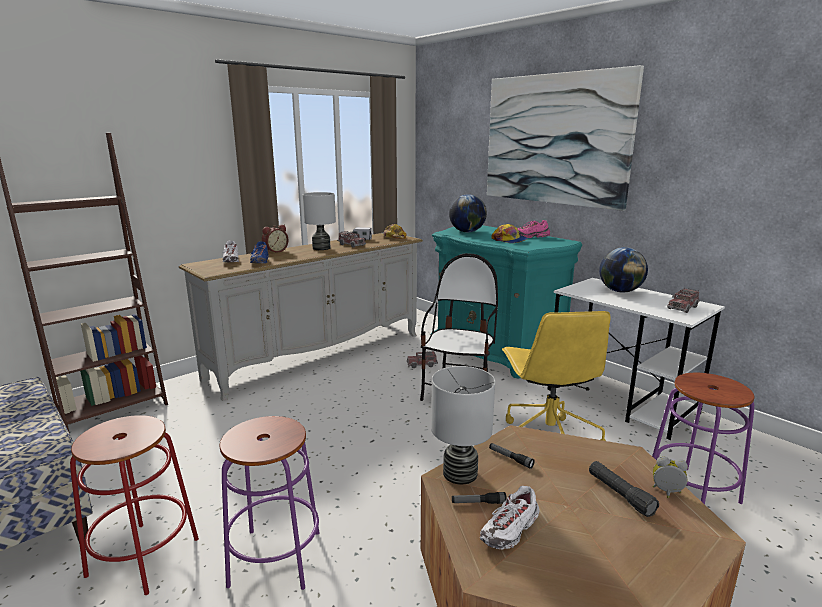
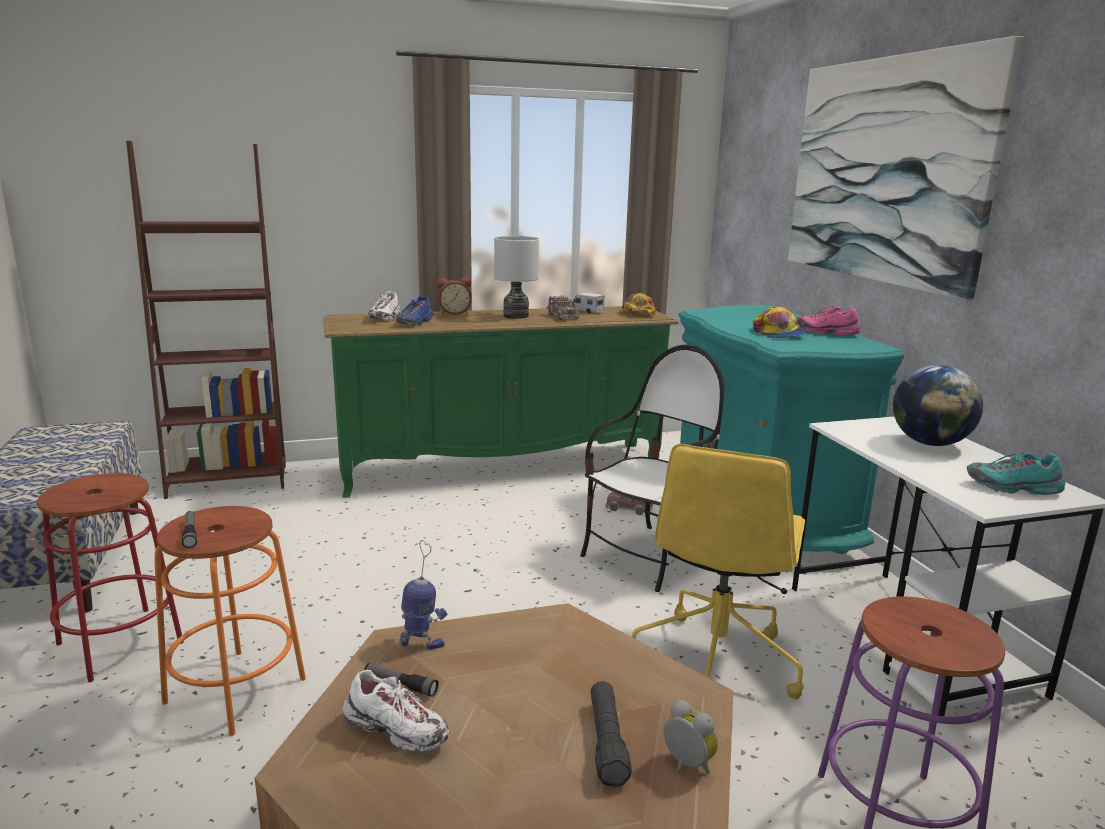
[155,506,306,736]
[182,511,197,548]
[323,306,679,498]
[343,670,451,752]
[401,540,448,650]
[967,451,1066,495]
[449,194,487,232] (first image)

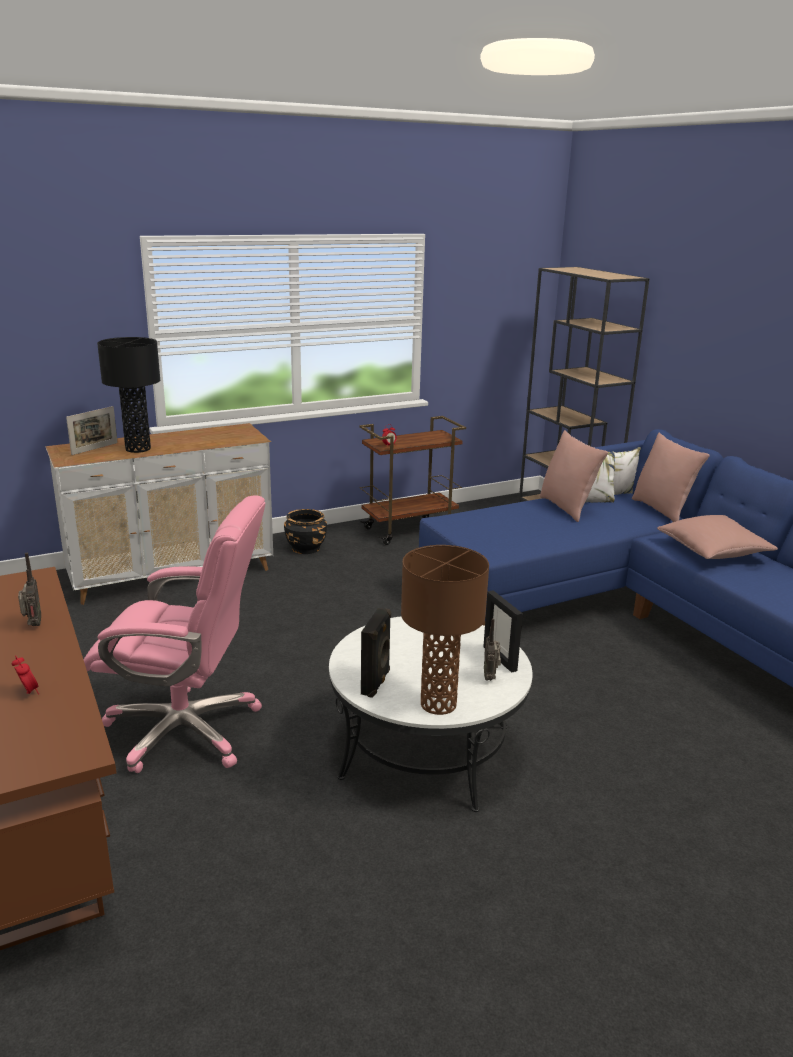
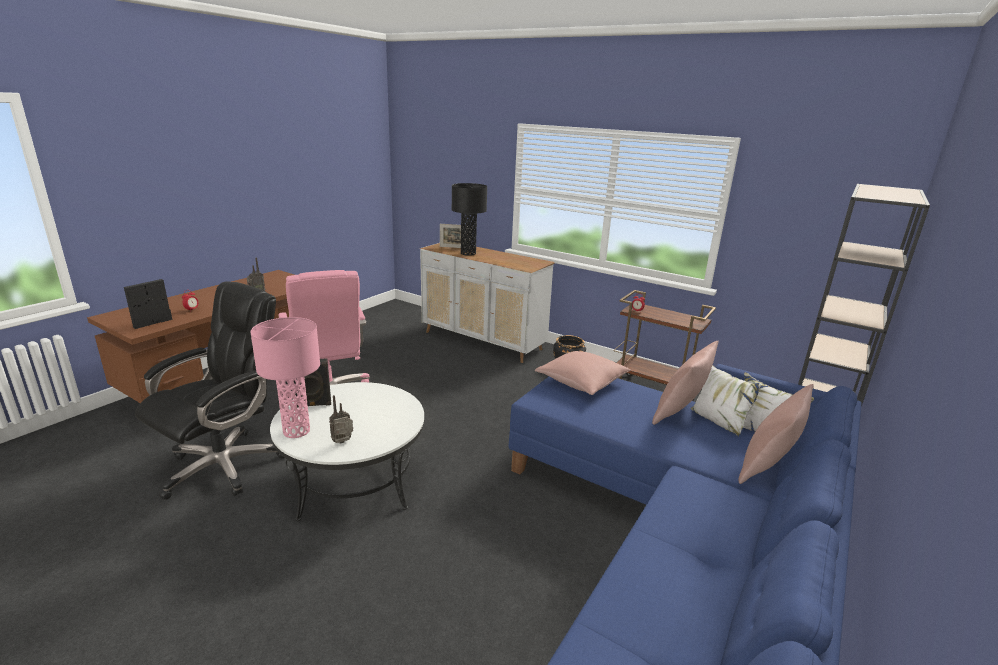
[124,279,172,329]
[135,281,284,500]
[251,317,320,438]
[535,351,631,395]

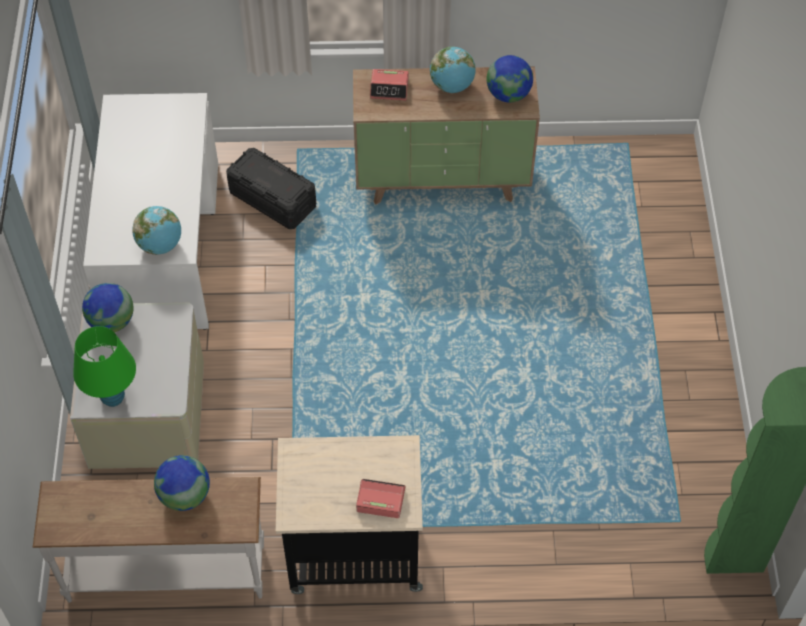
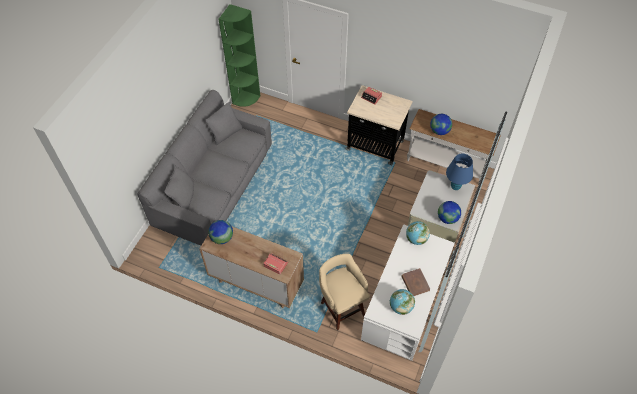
[138,90,272,246]
[319,254,370,330]
[390,289,415,315]
[401,268,430,296]
[446,154,473,190]

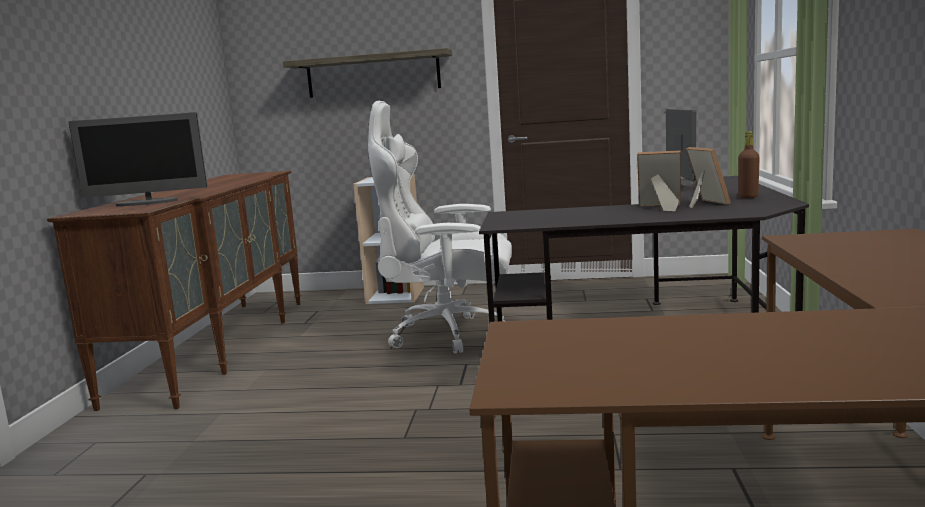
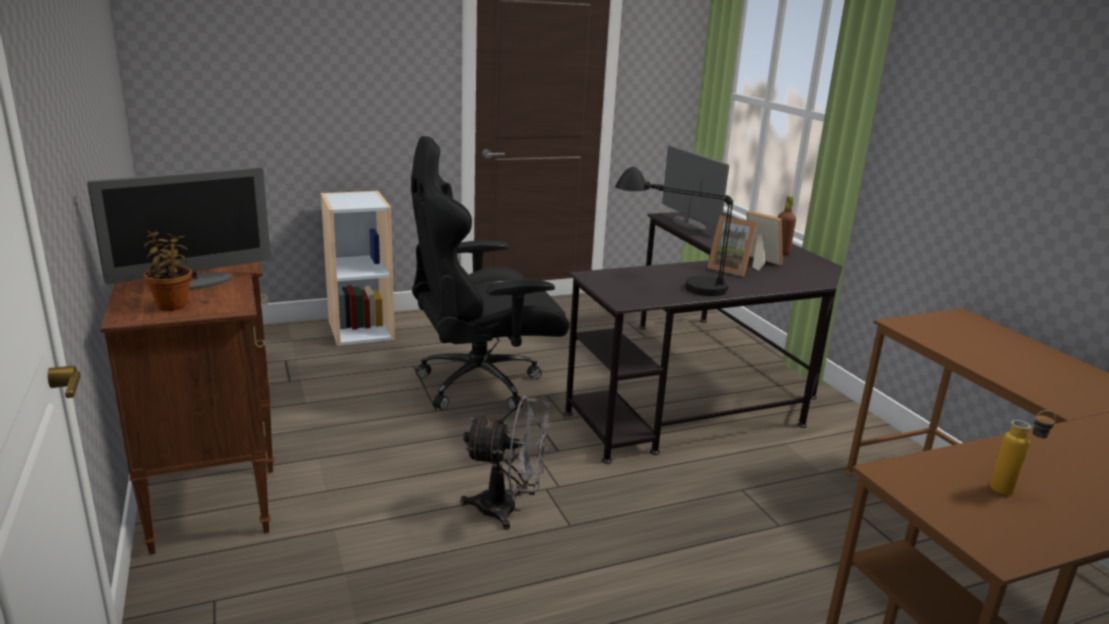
[144,231,192,311]
[411,136,569,410]
[460,396,550,530]
[615,167,734,296]
[707,215,758,276]
[989,410,1056,495]
[283,48,452,98] (first image)

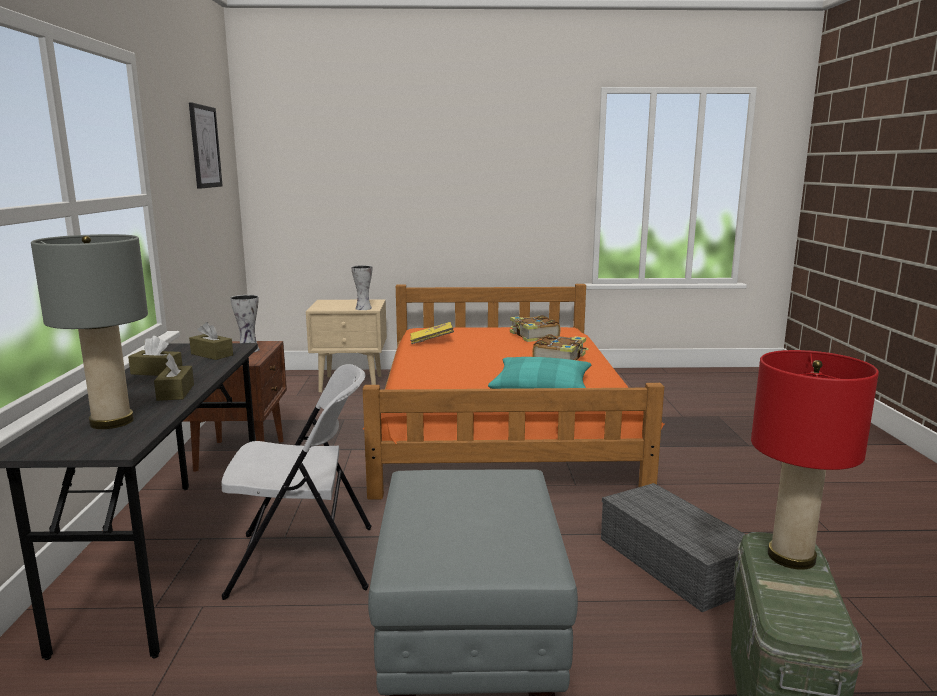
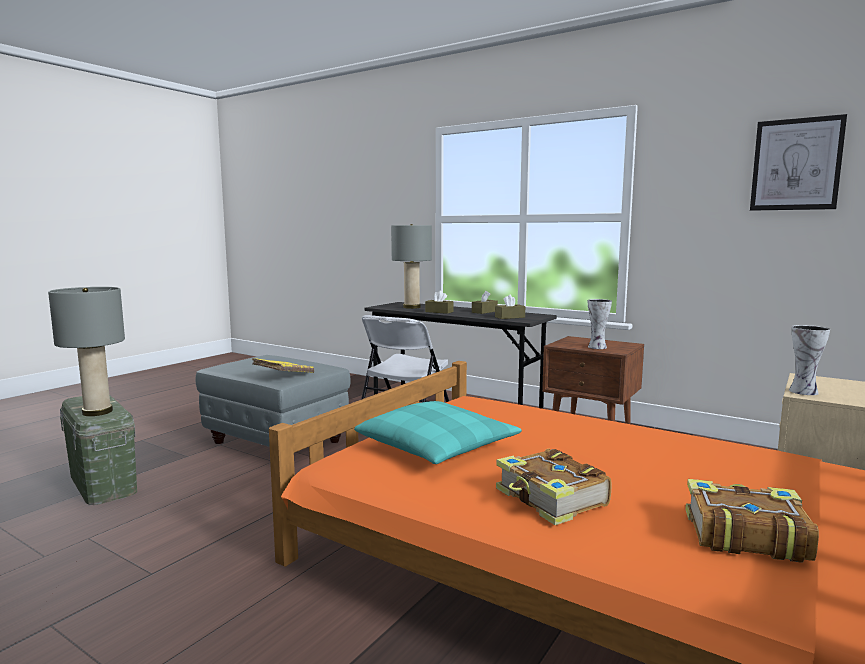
[48,287,125,416]
[252,358,314,373]
[601,483,746,612] (first image)

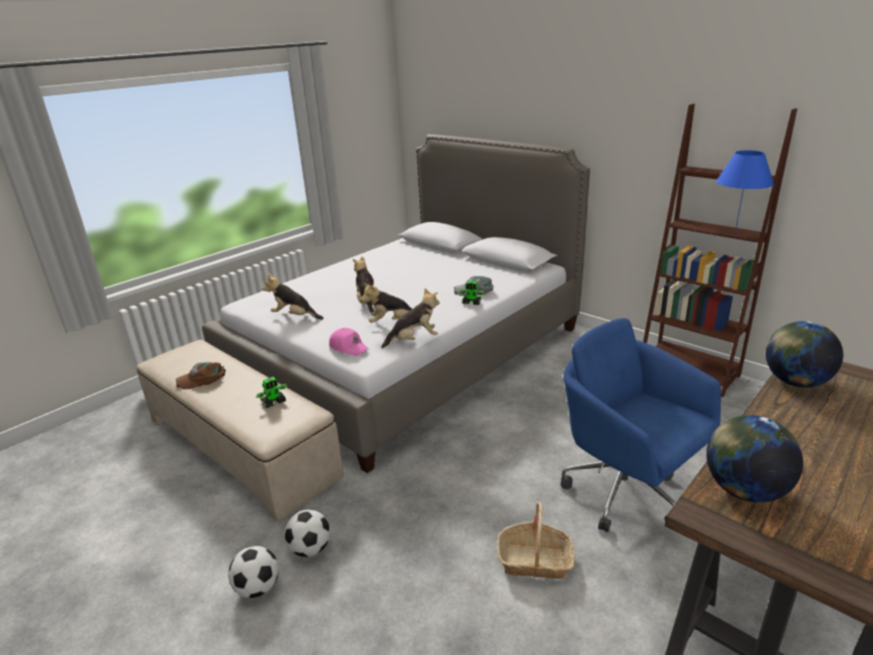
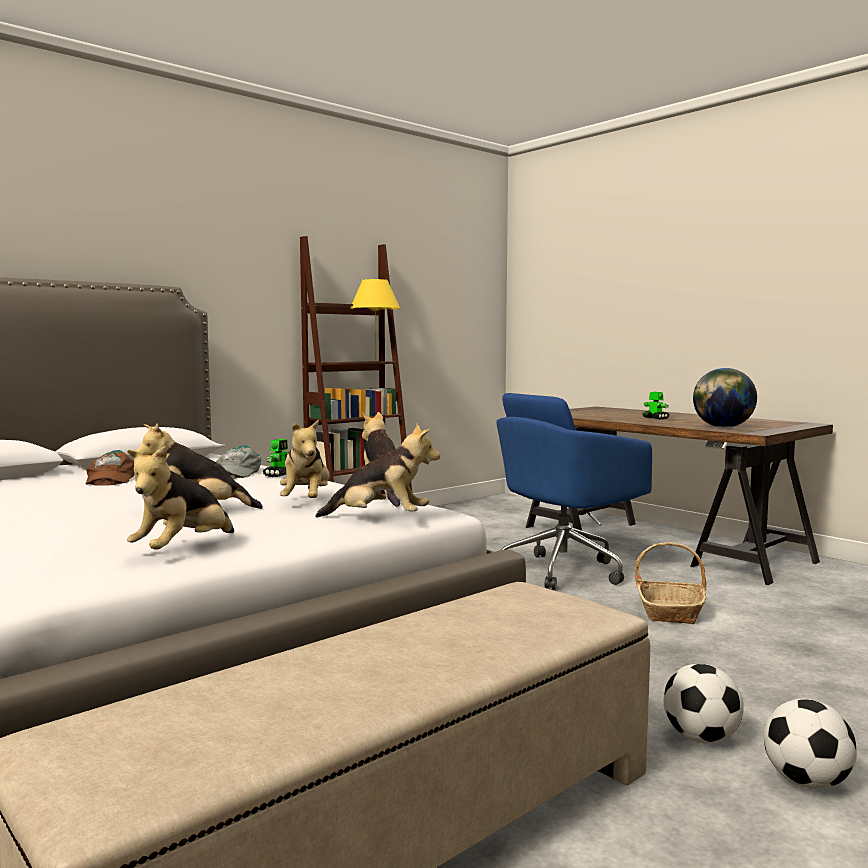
[85,450,135,486]
[316,424,440,518]
[350,279,401,362]
[642,392,669,419]
[766,321,843,387] (first image)

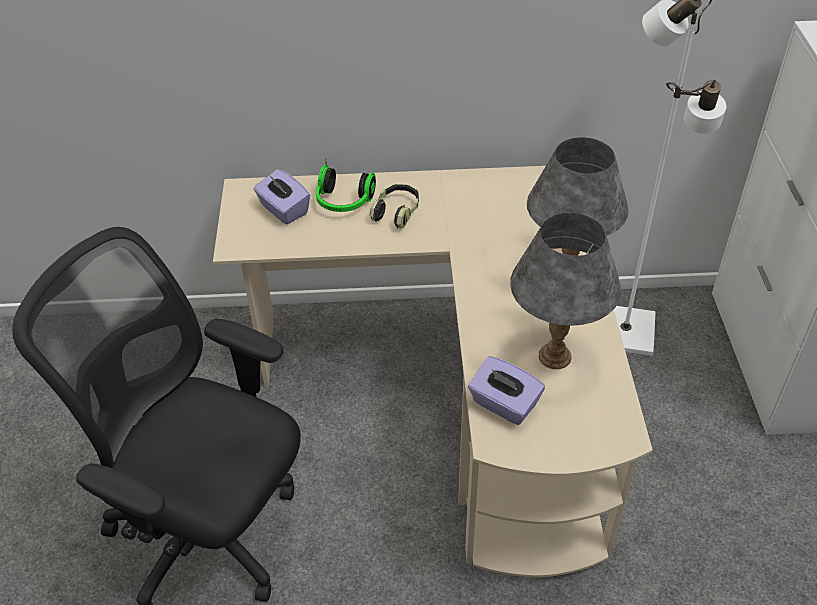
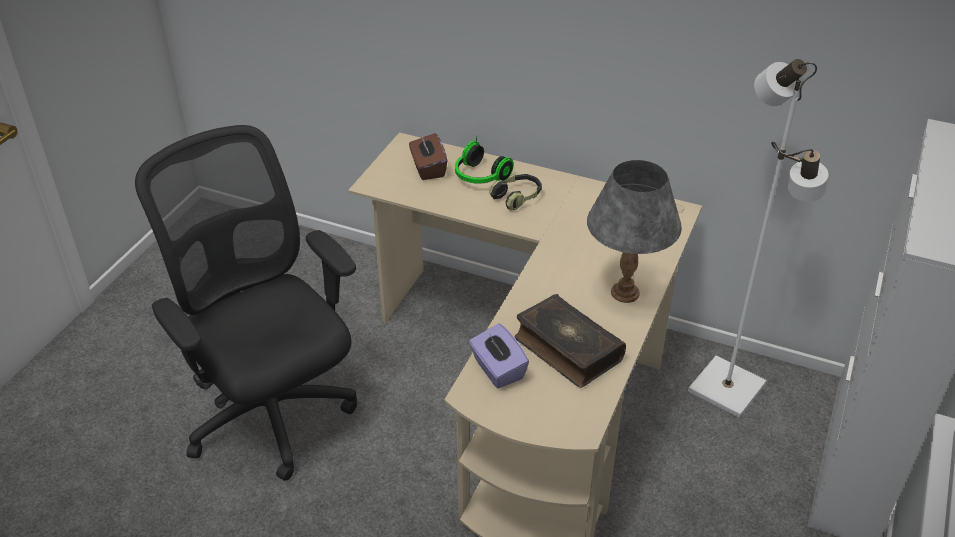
[409,133,447,180]
[514,294,626,388]

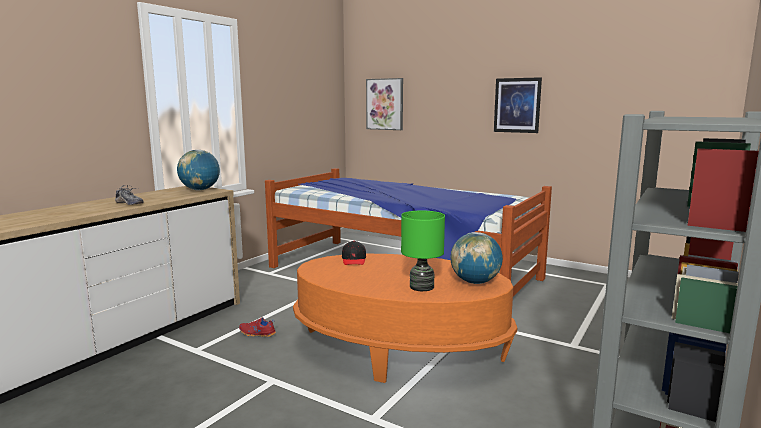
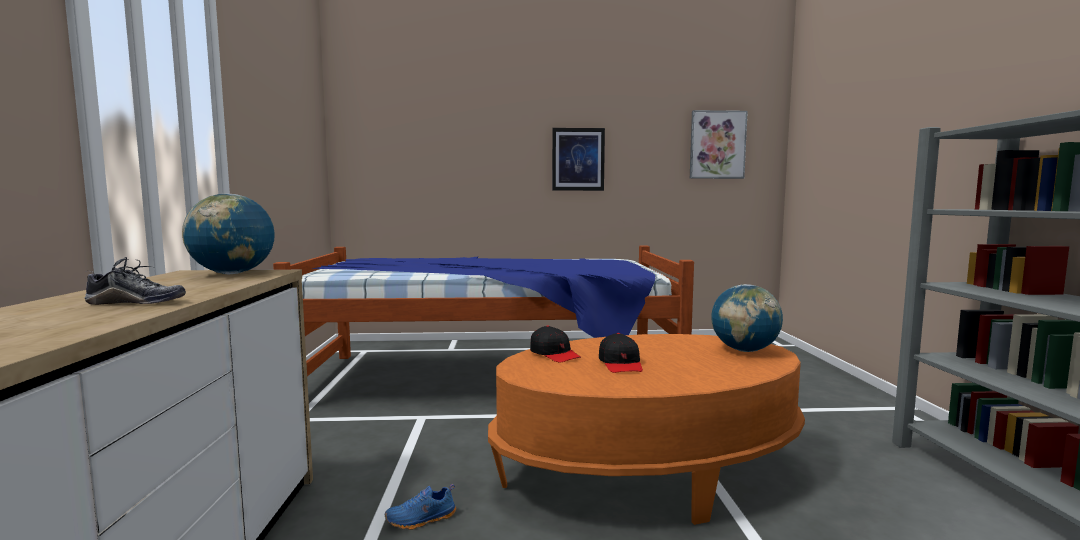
[385,484,456,530]
[599,333,643,373]
[690,110,748,179]
[401,210,445,291] (first image)

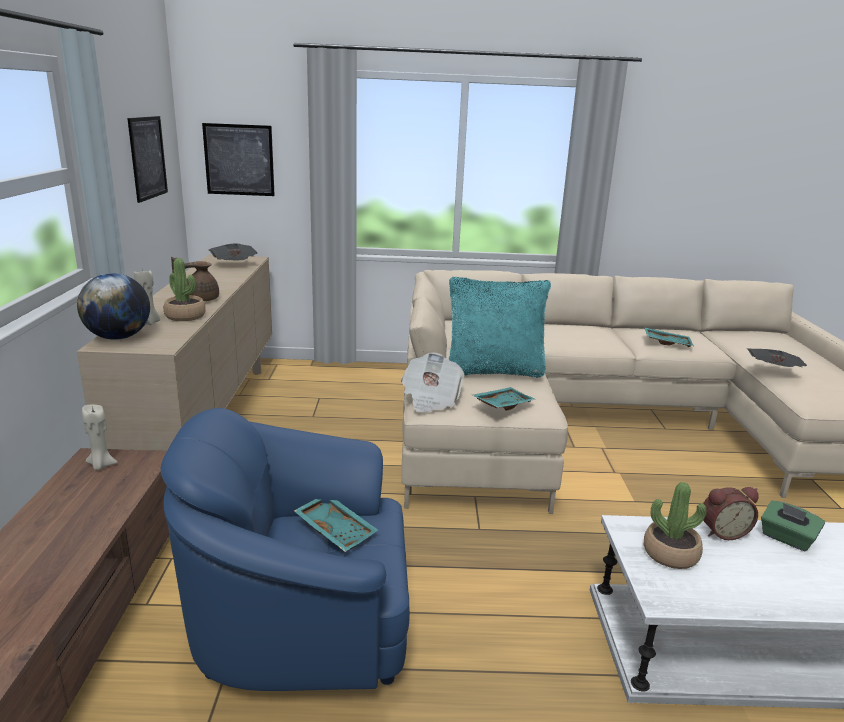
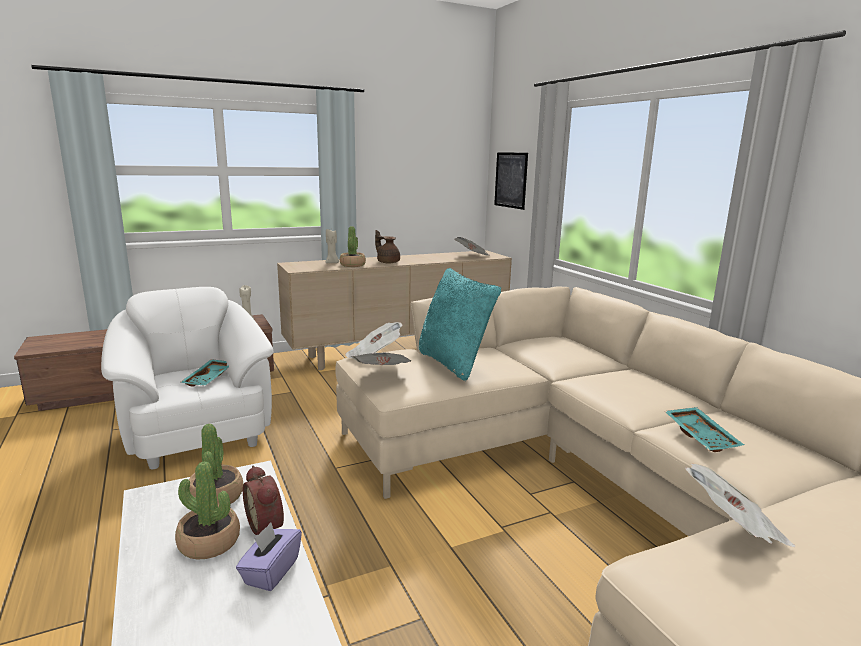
[101,287,274,469]
[175,461,240,560]
[236,523,302,591]
[350,353,411,365]
[77,273,150,340] (first image)
[127,116,168,203] (first image)

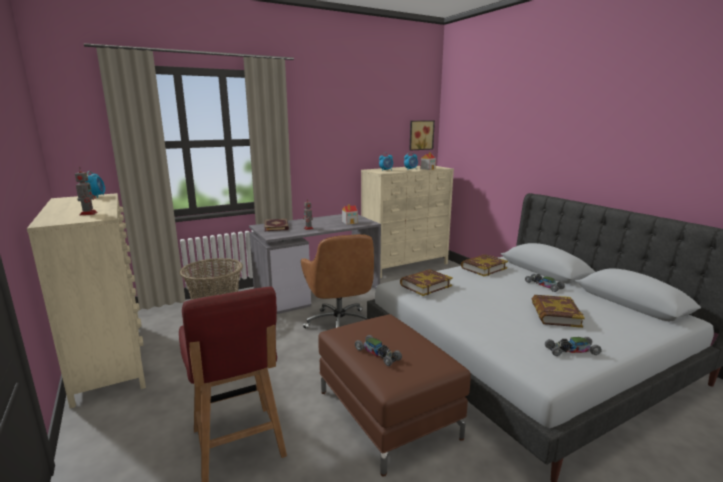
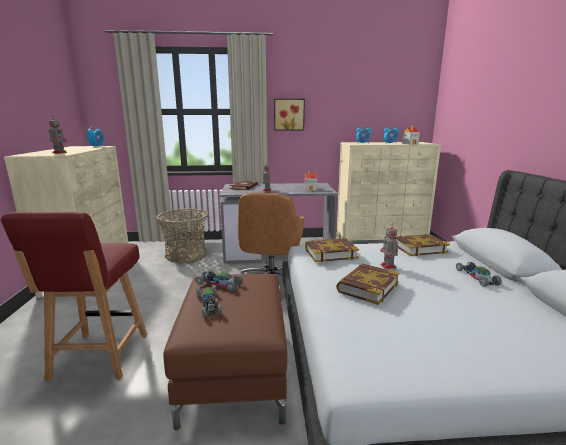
[195,271,243,291]
[274,99,305,130]
[336,263,400,305]
[380,223,398,269]

